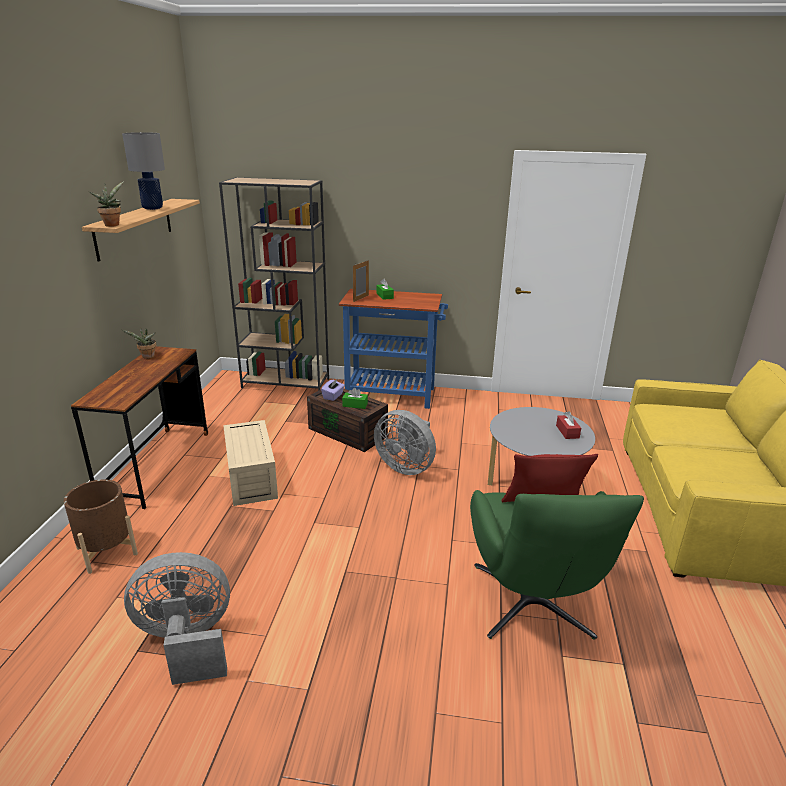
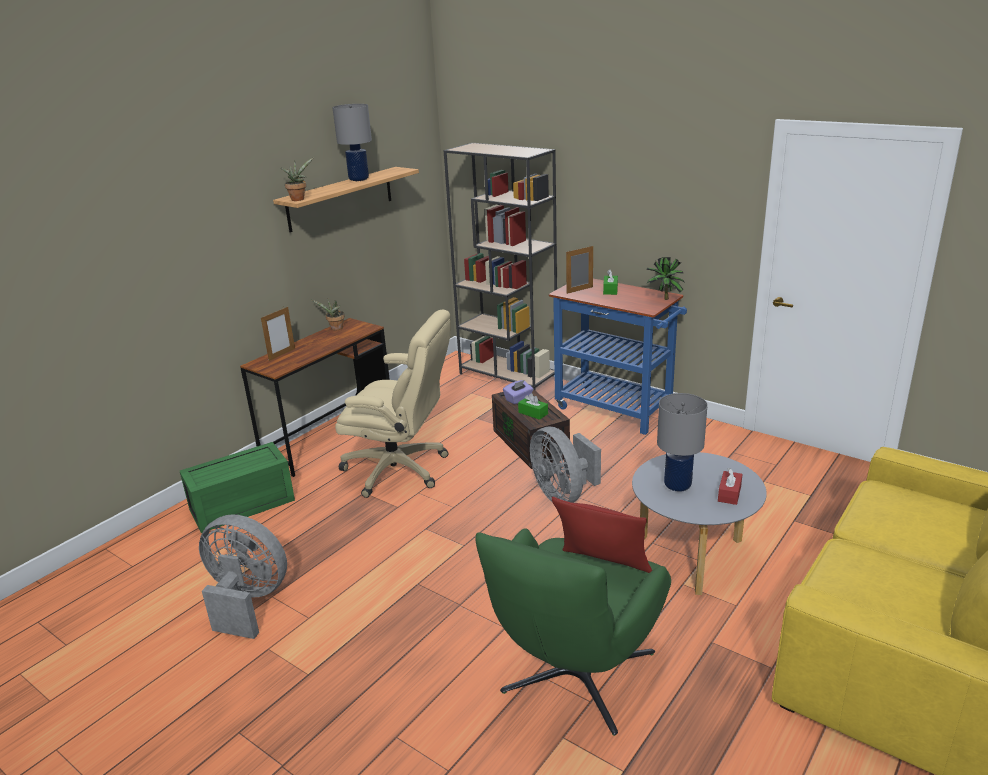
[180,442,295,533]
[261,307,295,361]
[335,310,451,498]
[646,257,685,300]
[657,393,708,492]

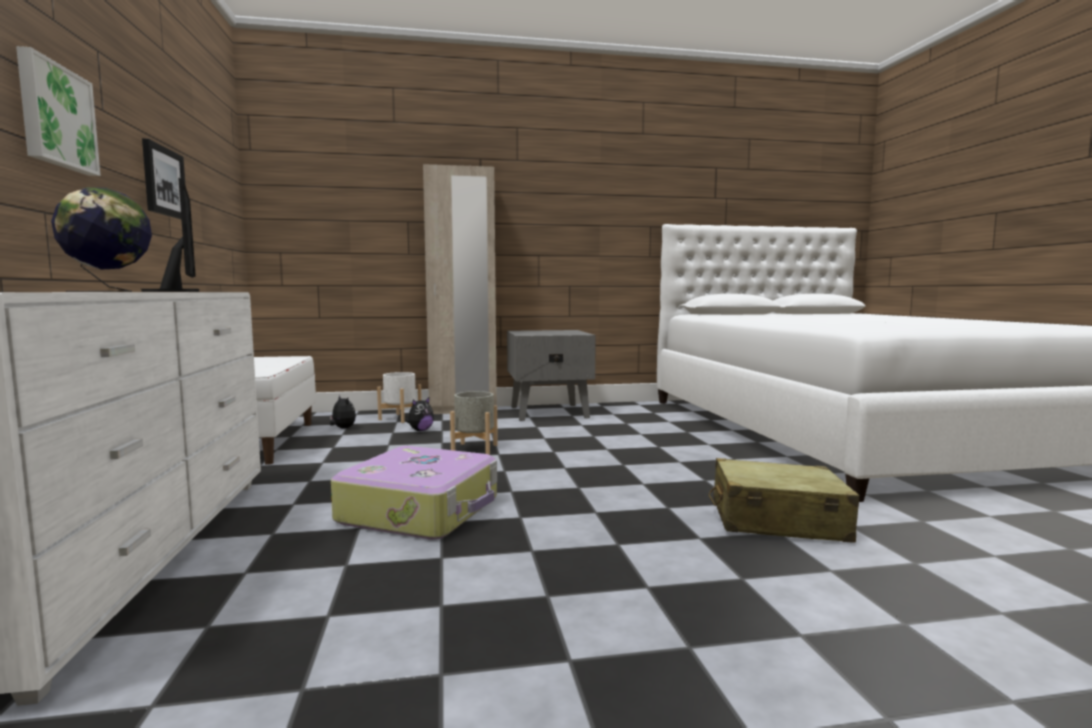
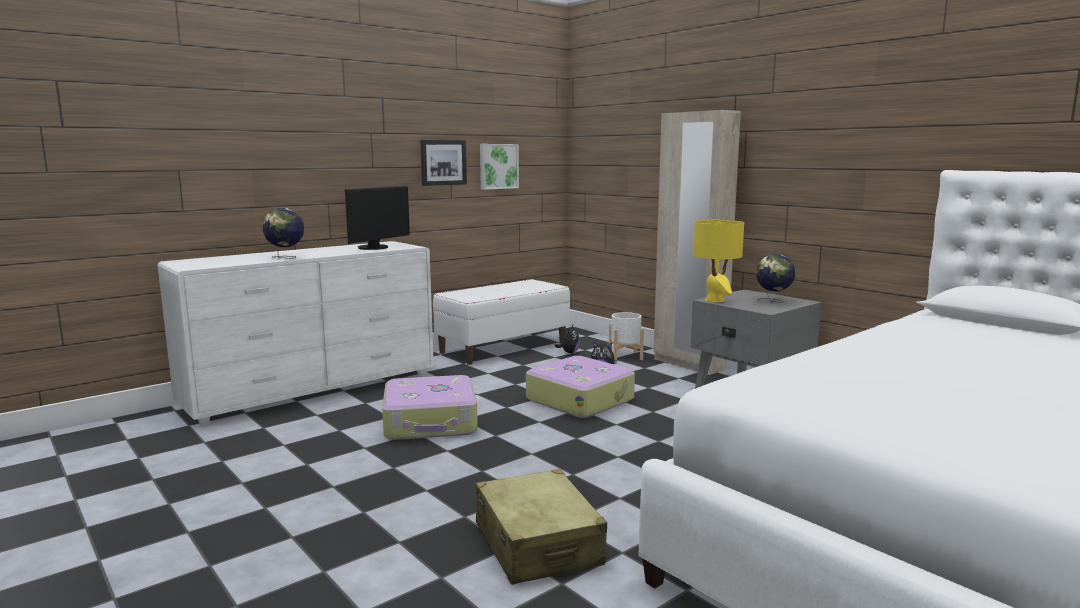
[480,144,519,190]
[526,356,635,418]
[693,220,744,302]
[756,254,795,303]

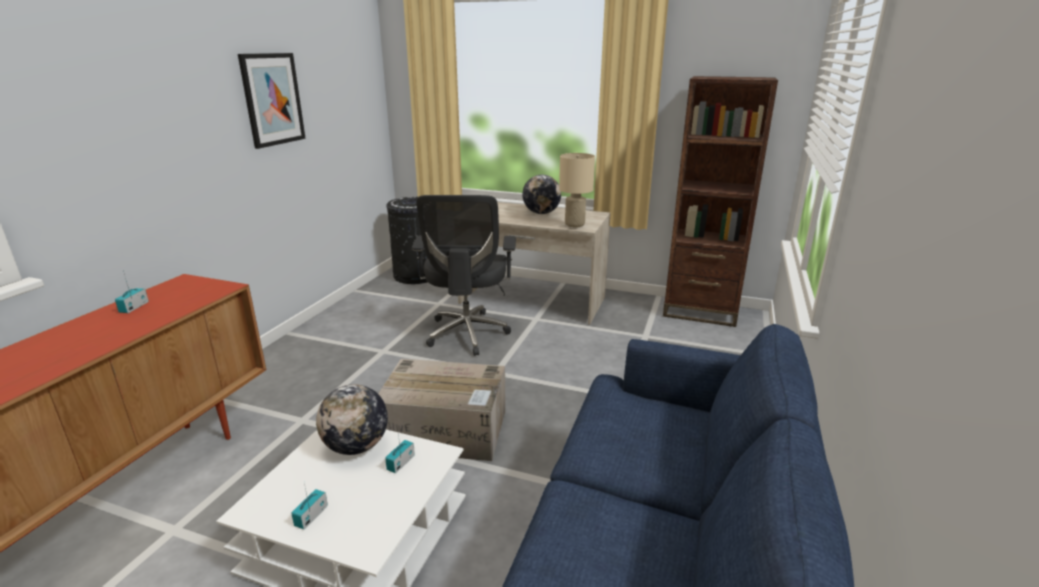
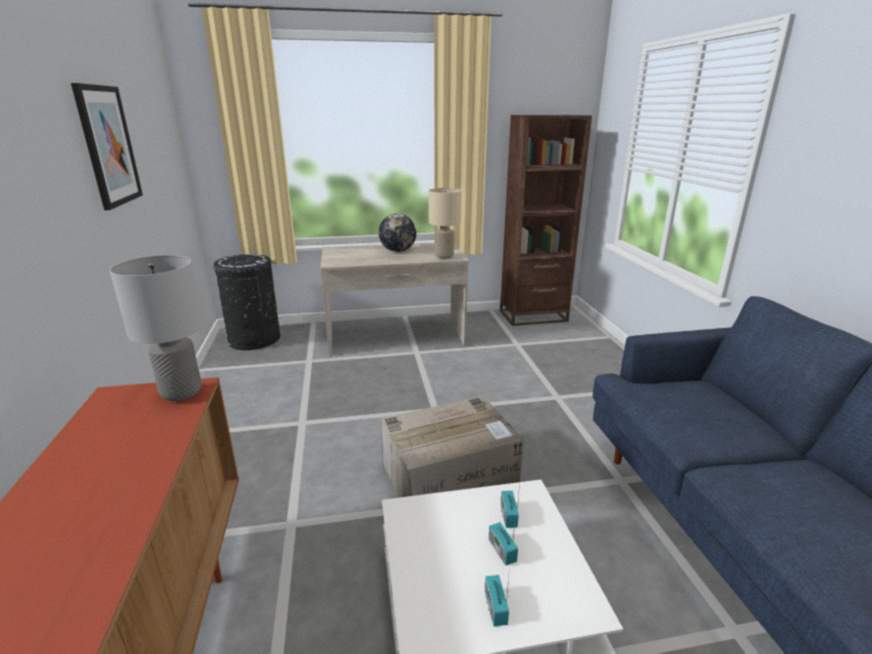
[110,255,204,401]
[488,512,518,566]
[316,384,388,455] (first image)
[412,195,516,356] (first image)

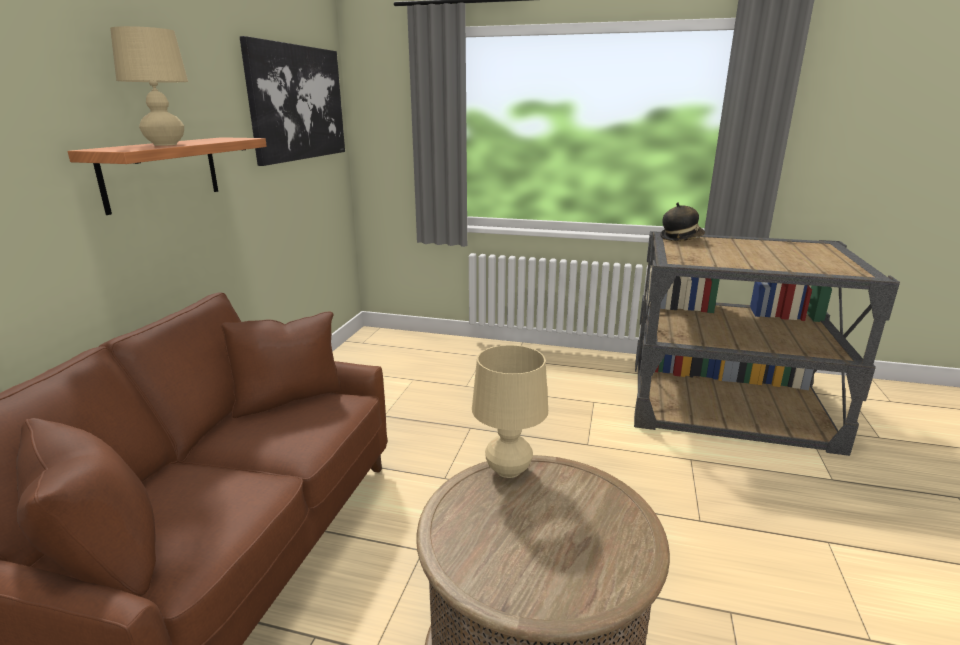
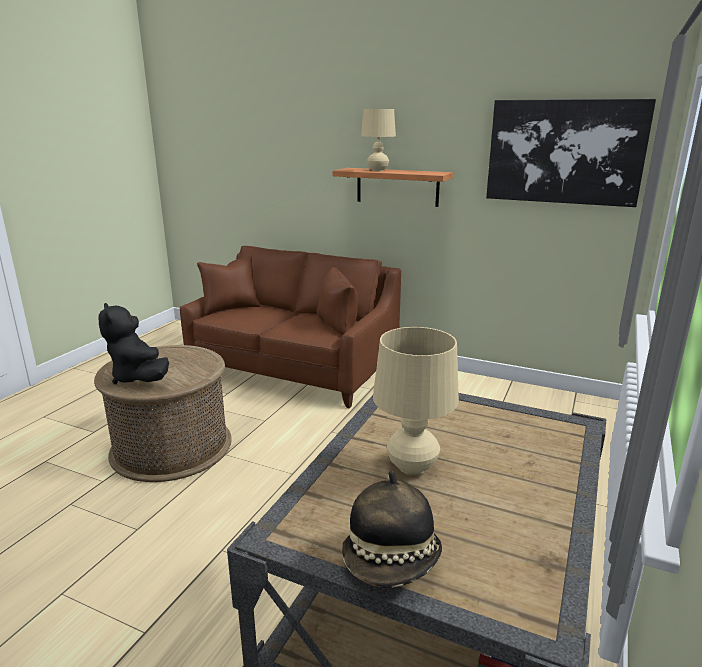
[99,303,169,384]
[342,471,442,588]
[373,327,459,475]

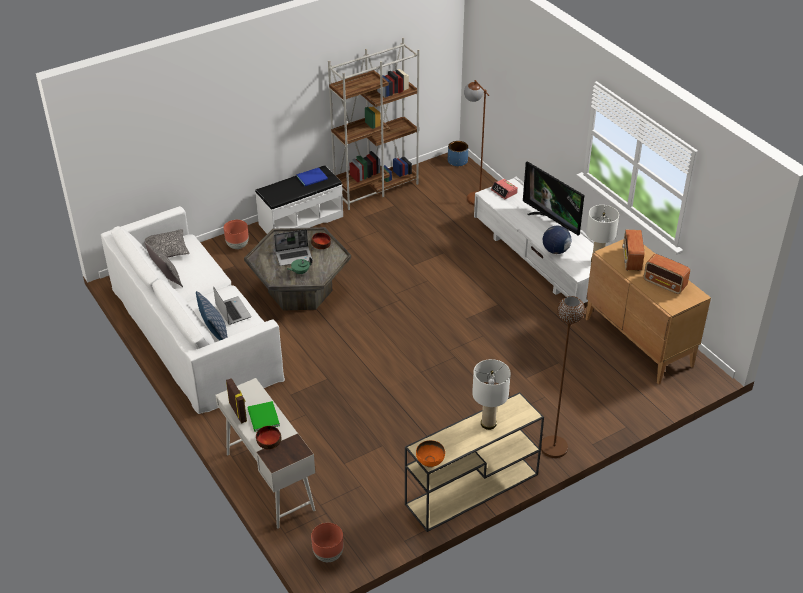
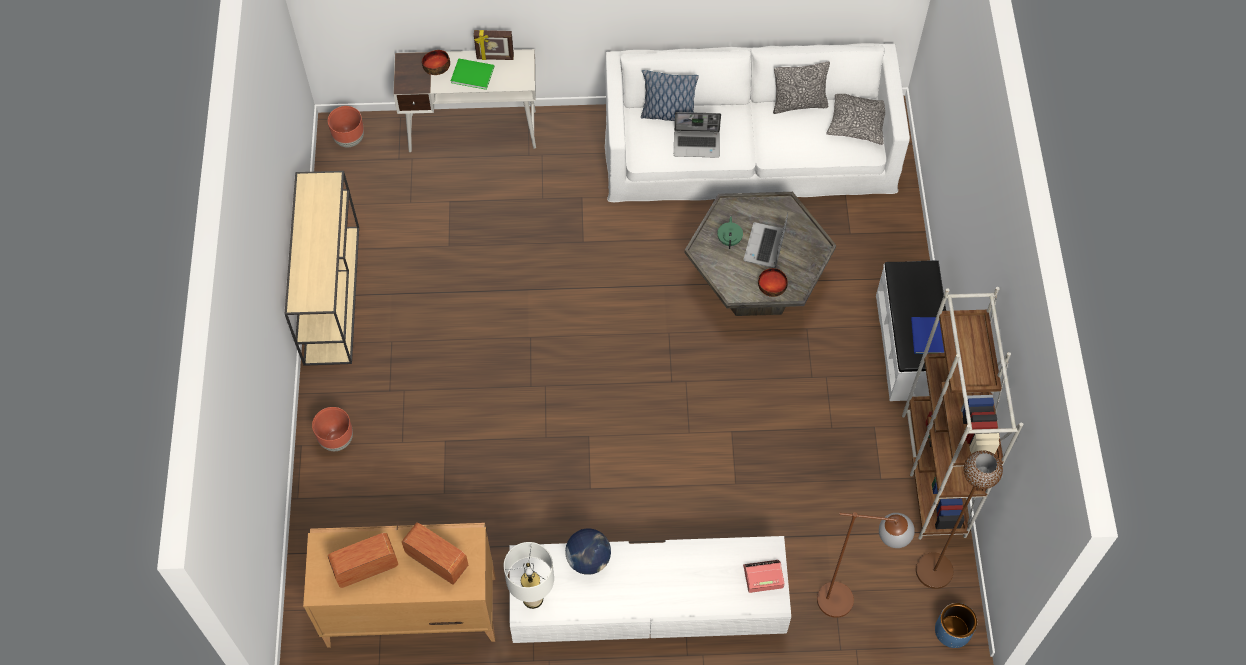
[312,407,353,451]
[916,450,1003,589]
[416,440,445,468] (first image)
[472,359,511,430] (first image)
[523,161,584,236] (first image)

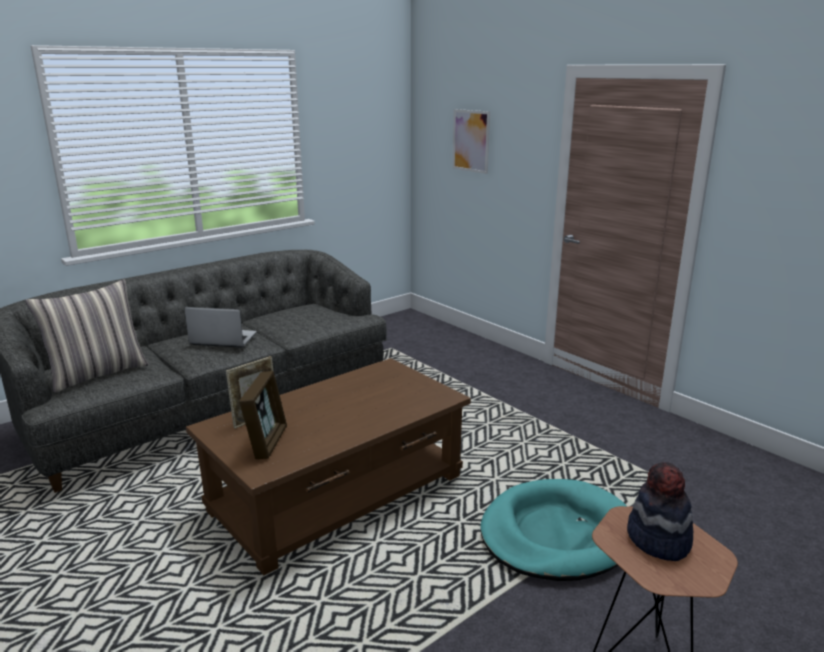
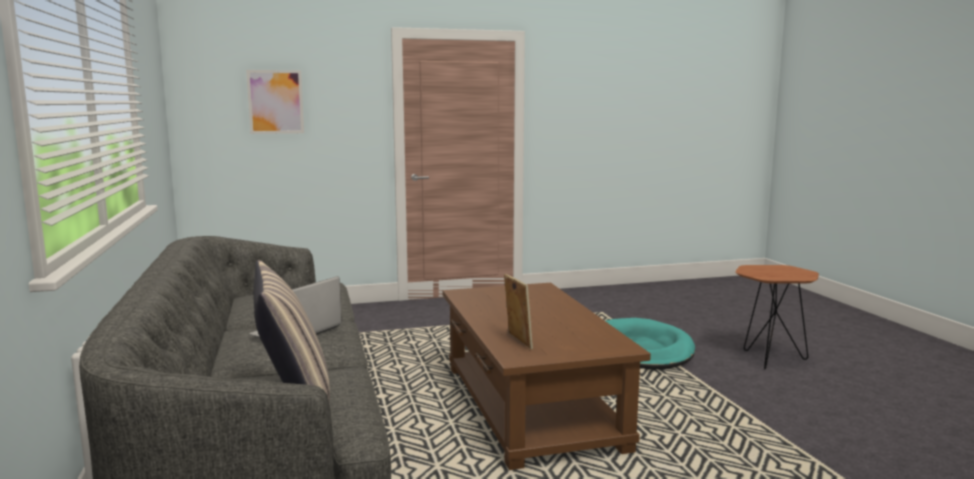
[239,371,287,459] (first image)
[627,462,693,561] (first image)

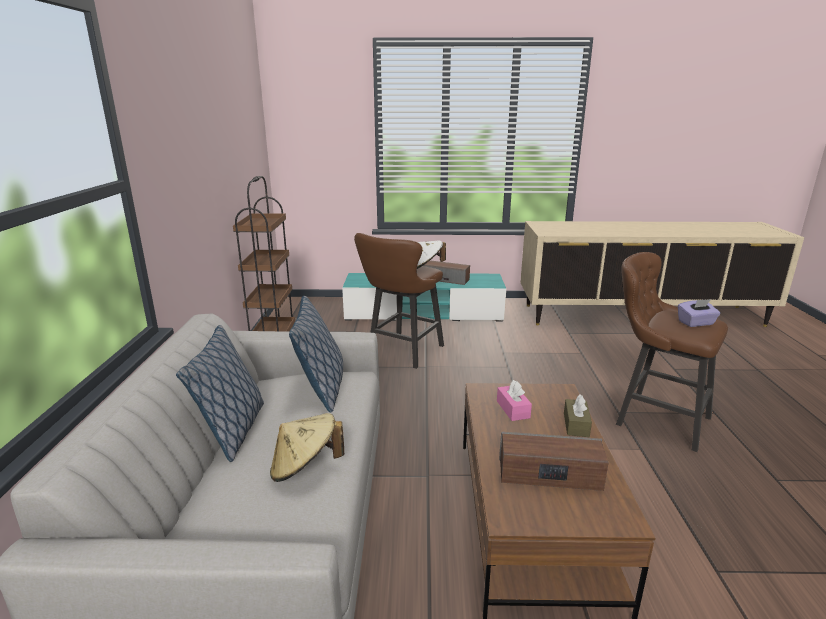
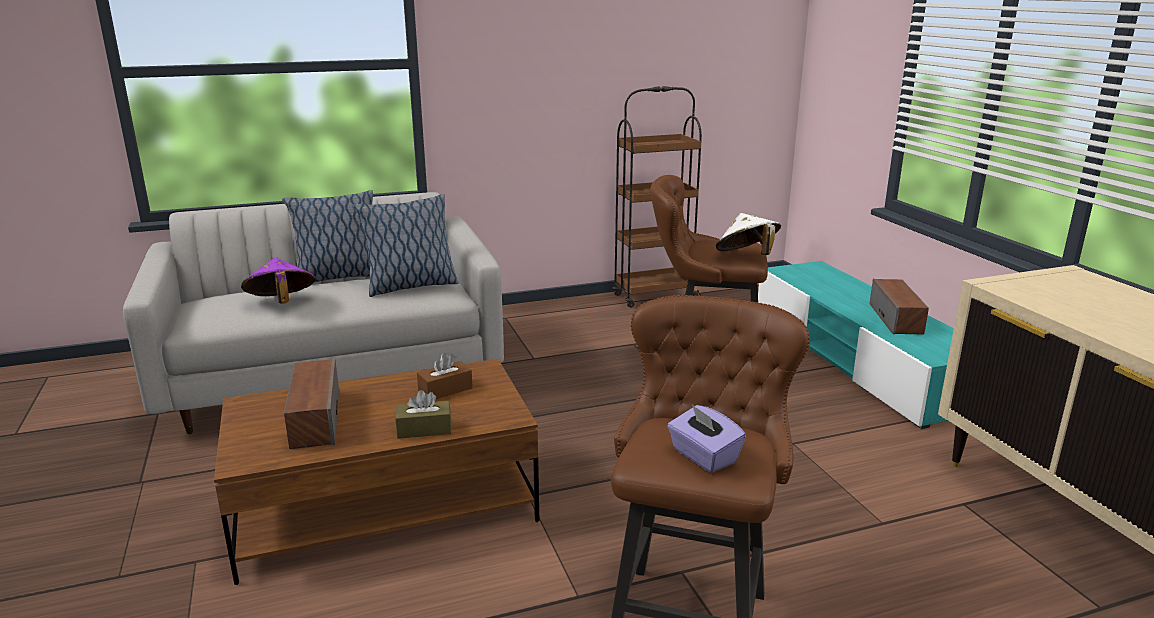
[241,257,316,304]
[417,353,473,399]

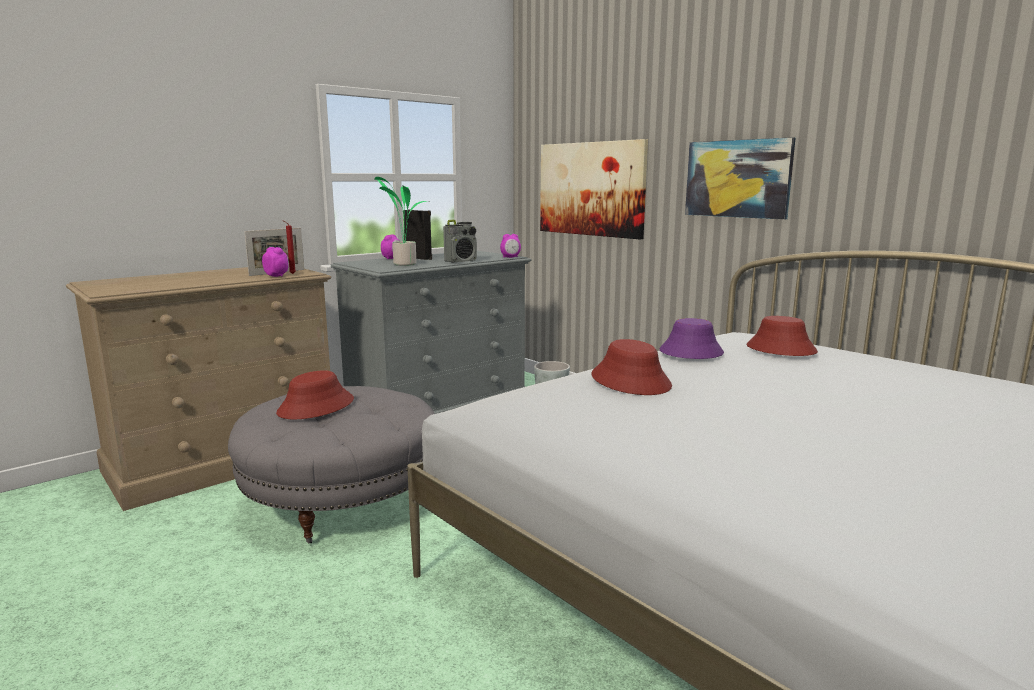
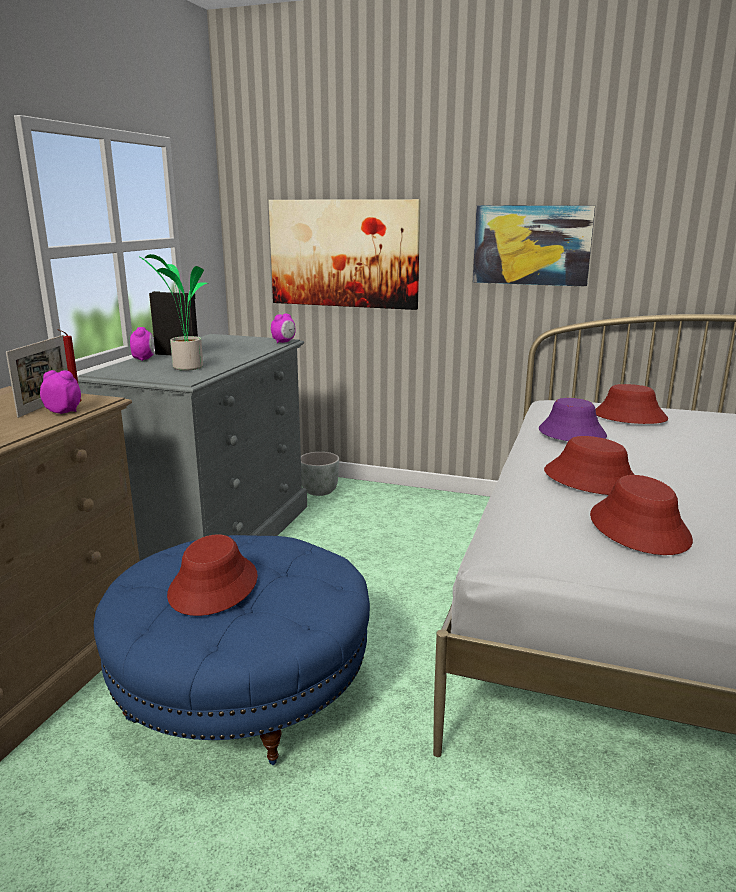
[94,535,370,765]
[590,475,693,555]
[443,220,477,263] (first image)

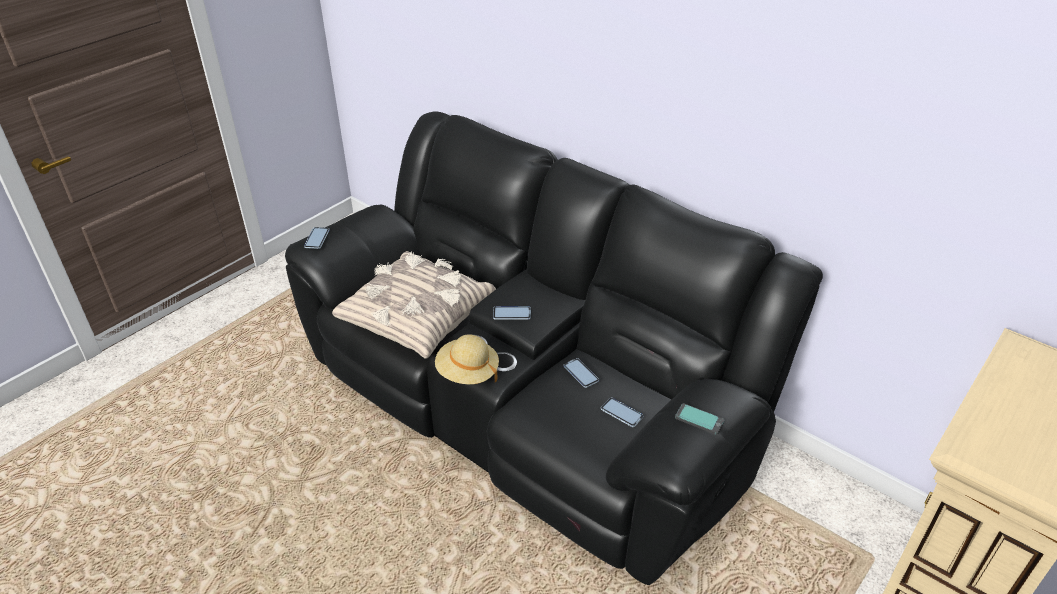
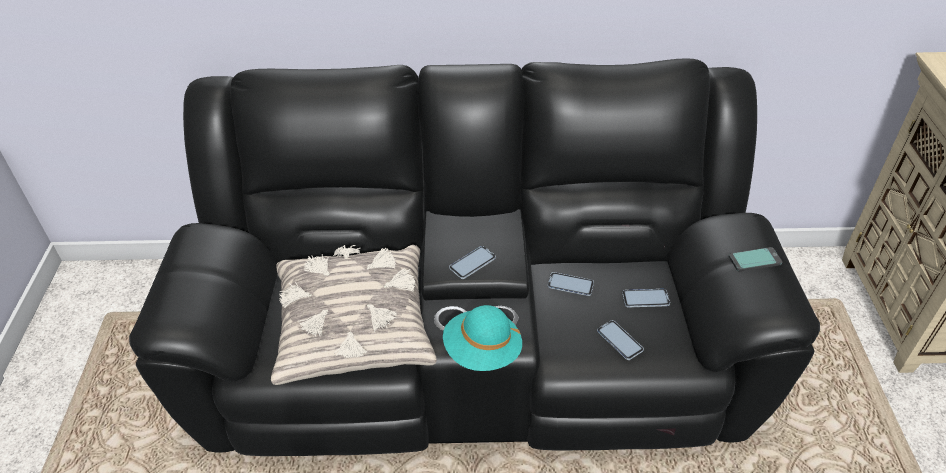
[443,305,522,371]
[597,320,644,360]

